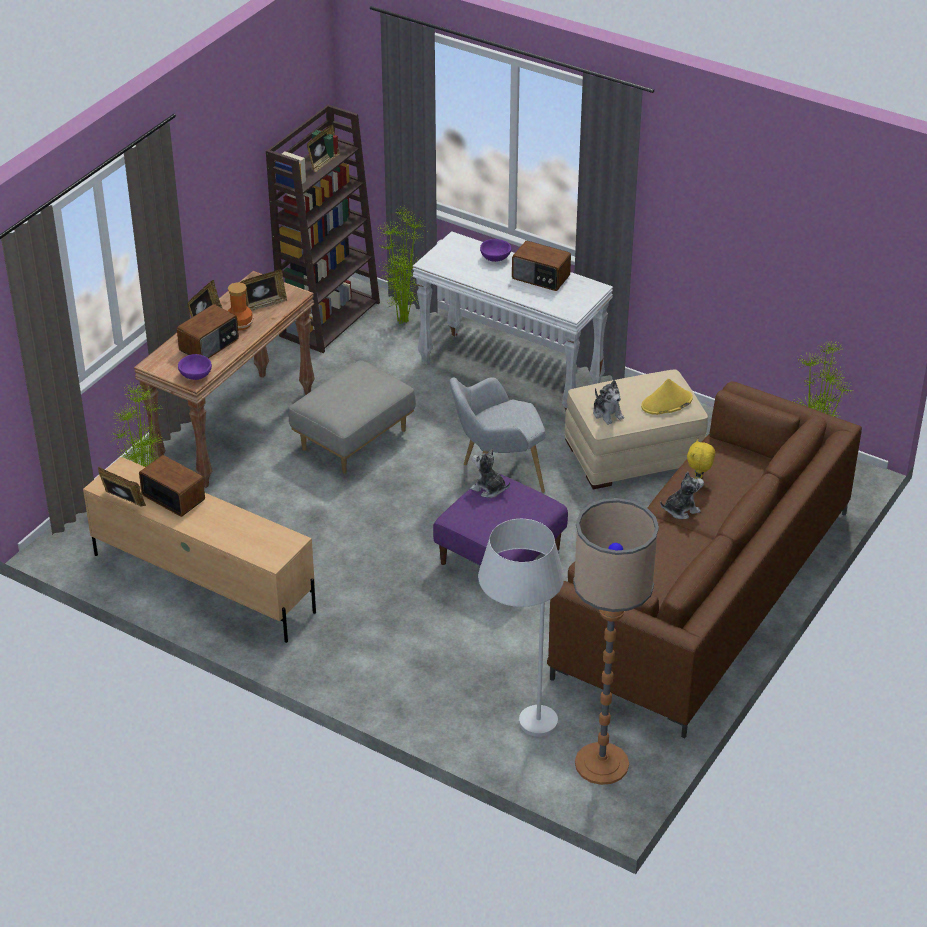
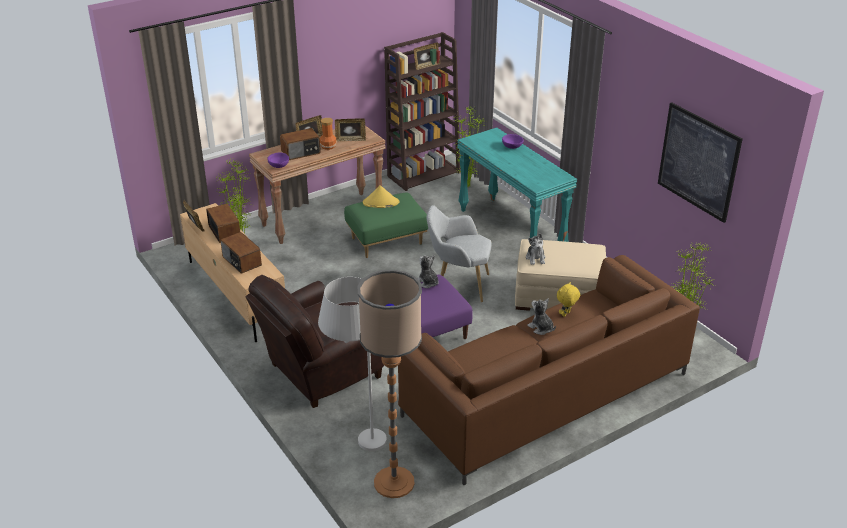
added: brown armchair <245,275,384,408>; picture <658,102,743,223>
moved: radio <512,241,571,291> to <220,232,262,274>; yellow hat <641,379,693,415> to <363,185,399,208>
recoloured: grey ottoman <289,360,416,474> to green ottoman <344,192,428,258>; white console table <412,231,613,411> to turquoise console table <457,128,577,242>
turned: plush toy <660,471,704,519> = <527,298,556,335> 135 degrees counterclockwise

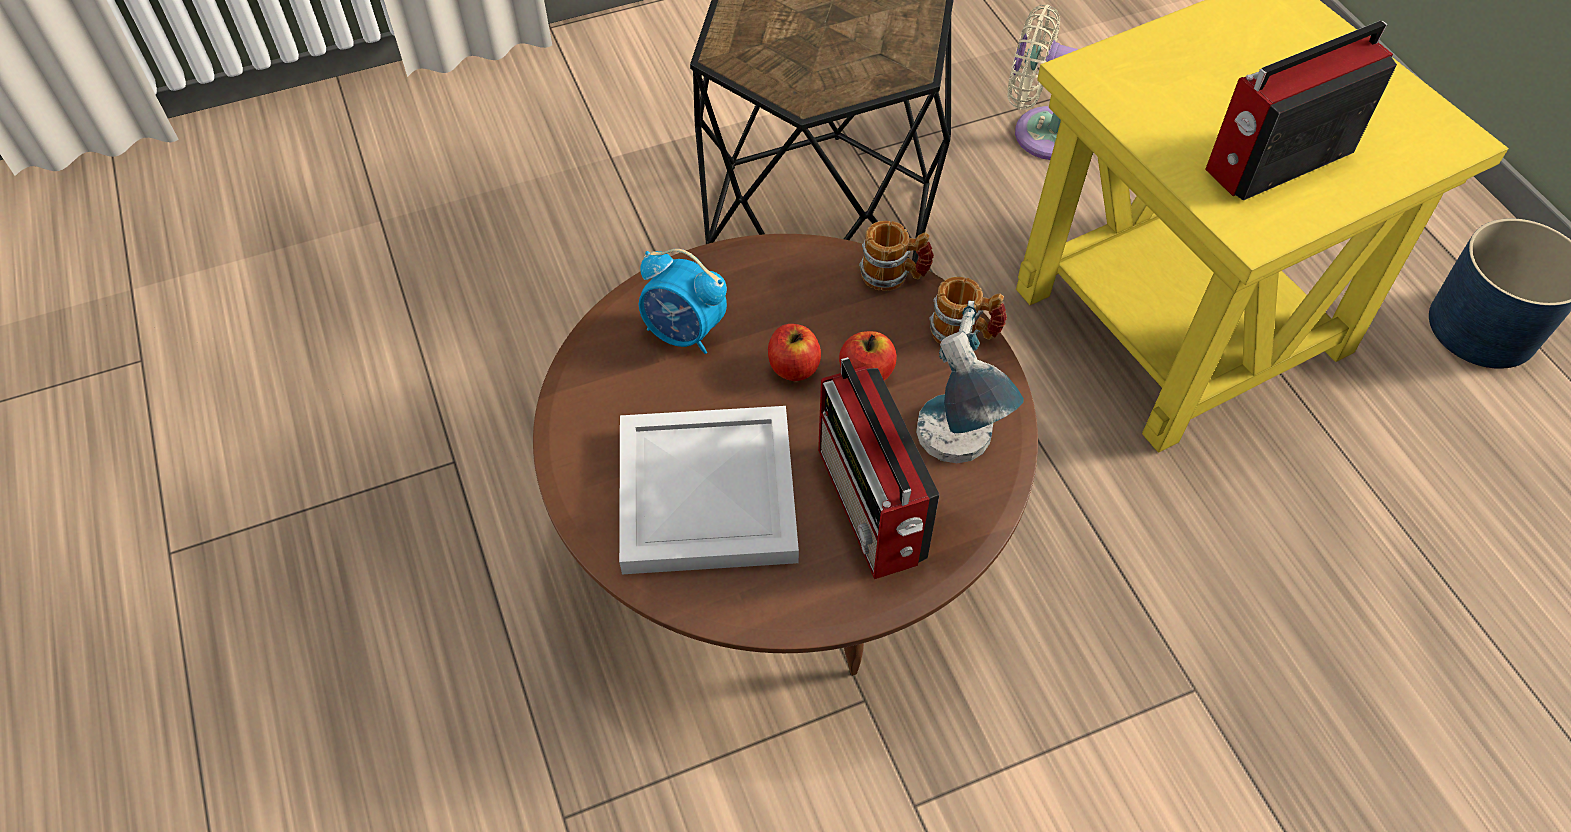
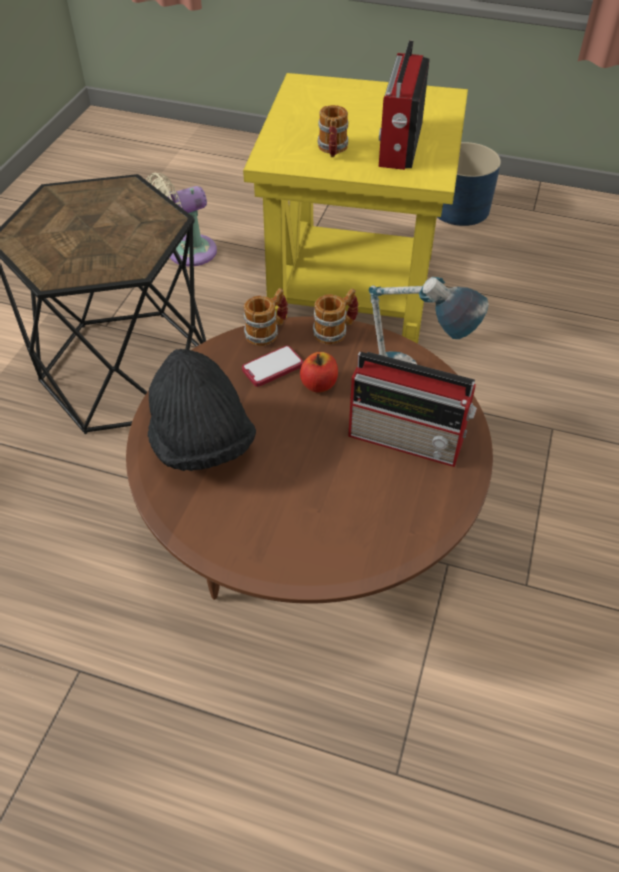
removed: white tray <619,406,799,574>; apple <768,324,821,381>
added: phone <242,346,303,387>; mug <318,105,348,157>
replaced: alarm clock <639,249,727,354> to black hat <148,349,256,471>

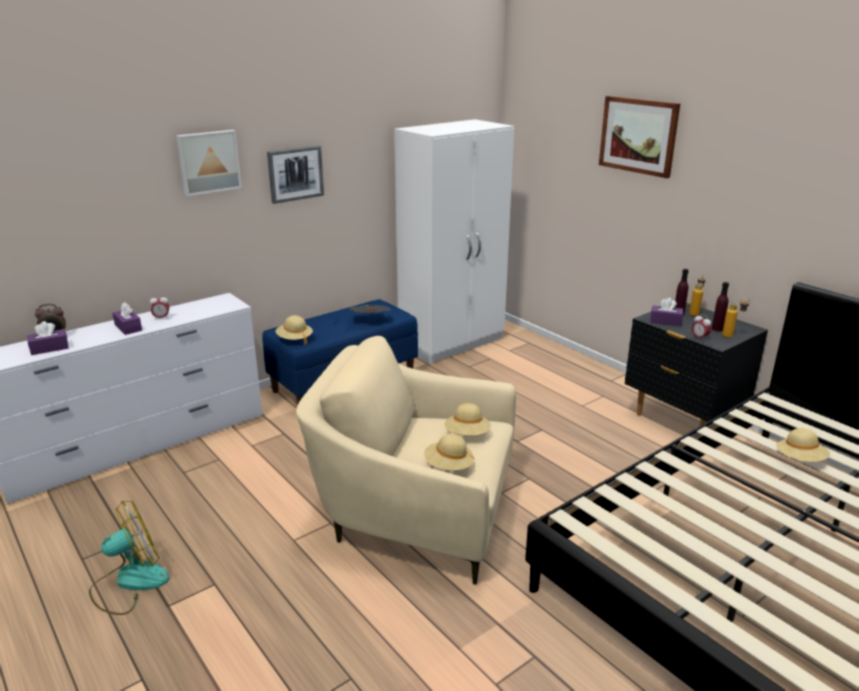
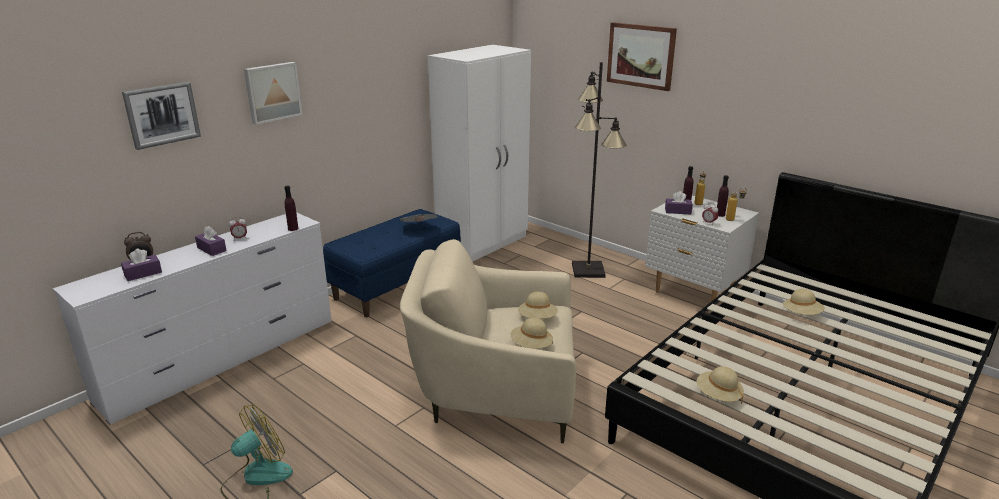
added: purple bottle <284,186,298,231>; black floor lamp <572,62,627,278>
moved: picture <267,145,324,204> to <122,82,201,150>; beige hat <275,315,313,345> to <697,366,744,404>
recoloured: black nightstand <625,303,768,426> to white nightstand <645,196,759,301>

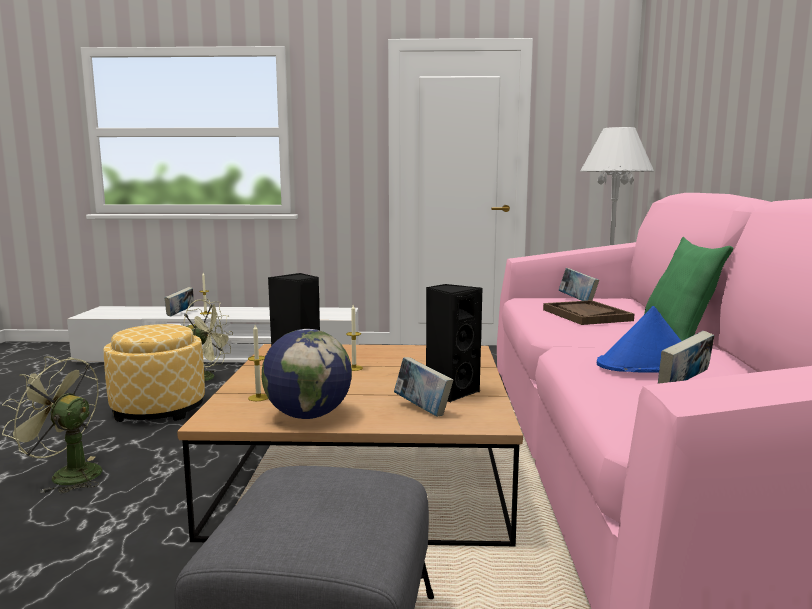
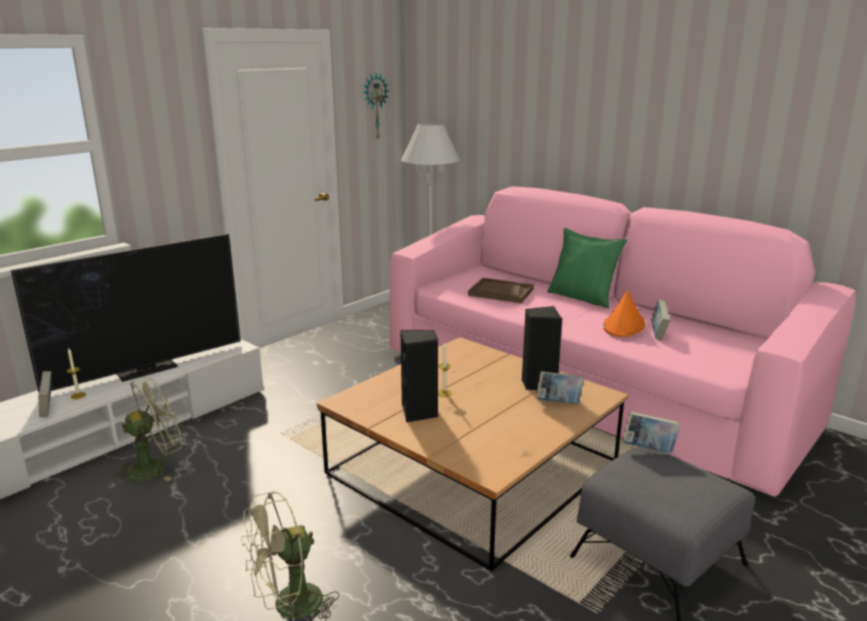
removed: ottoman <103,324,205,422>; candle <248,325,268,401>; globe <262,329,352,419>
added: television <11,234,241,393>; wall clock <363,73,389,139>
moved: book <559,268,599,301> to <623,411,680,453>
recoloured: blue hat <597,306,681,373> to orange hat <603,290,645,337>

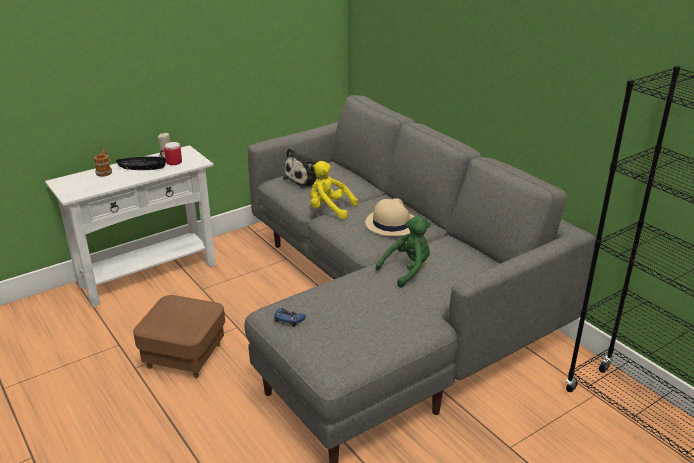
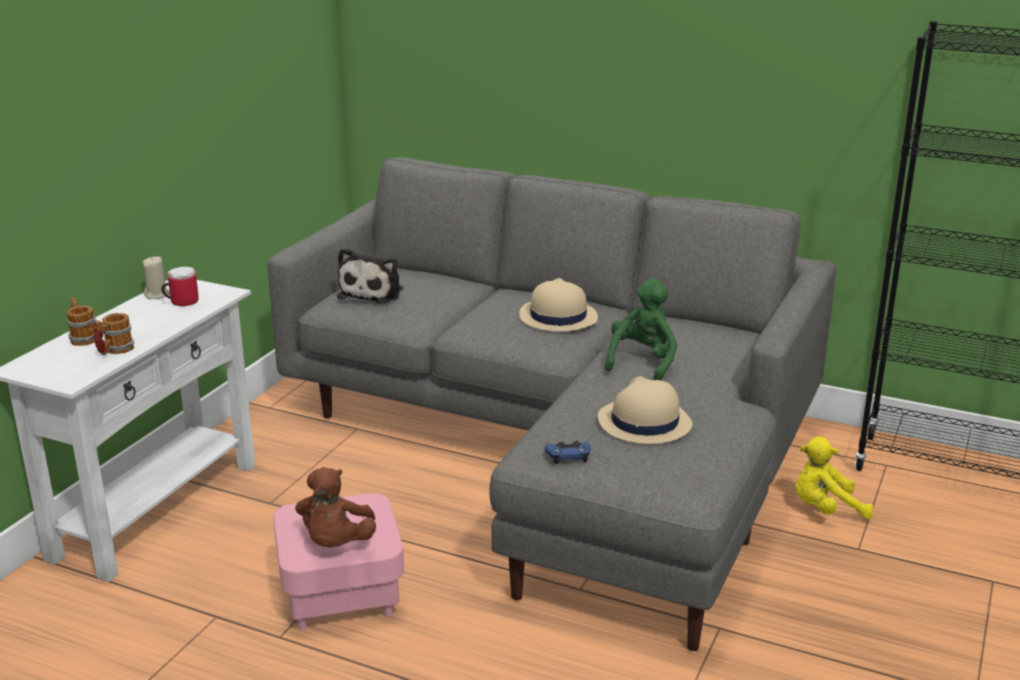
removed: black bowl <116,157,166,170>
added: mug <94,313,134,355>; brown plush toy <295,467,376,547>; beige hat <598,376,692,444>
moved: yellow plush toy <311,161,358,219> to <795,436,873,519>
recoloured: brown ottoman <133,295,225,378> to pink ottoman <273,493,404,630>

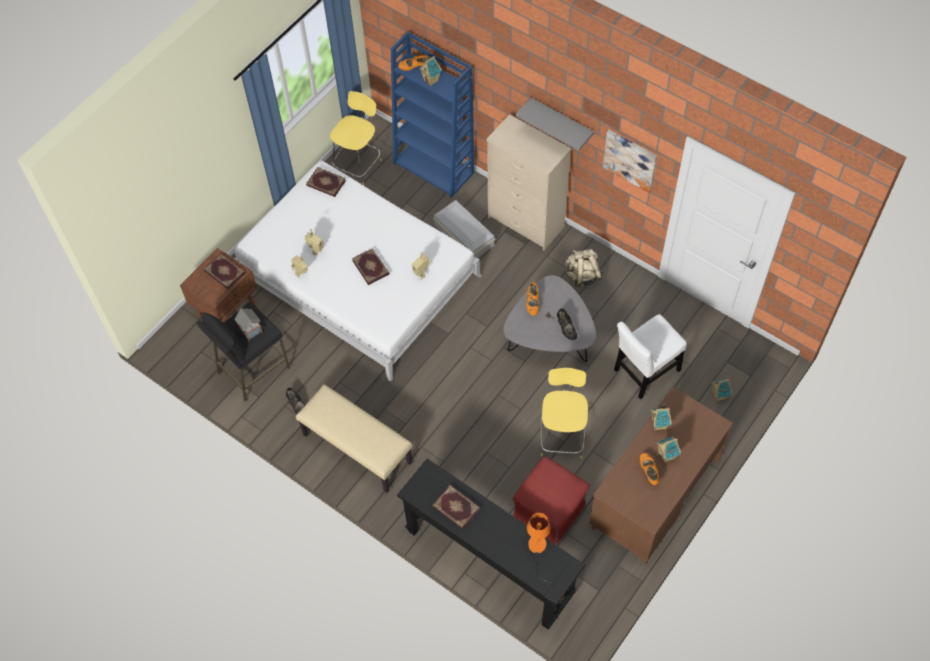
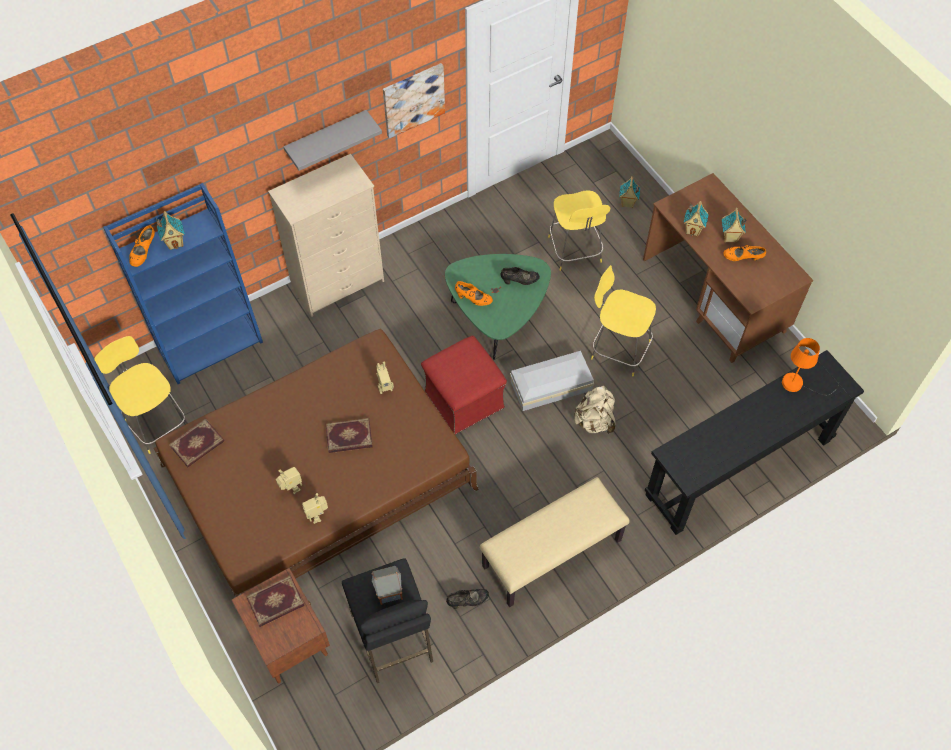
removed: book <432,485,480,529>
moved: white storage box <433,200,495,258> to <510,351,594,411>; red ottoman <513,456,590,545> to <421,335,507,434>; beige backpack <565,249,603,287> to <574,386,615,434>
replaced: white chair <614,314,687,399> to yellow stool <548,190,610,271>
recoloured: white bed <233,161,482,382> to brown bed <154,329,479,599>; grey coffee table <503,275,596,362> to green coffee table <445,254,551,360>

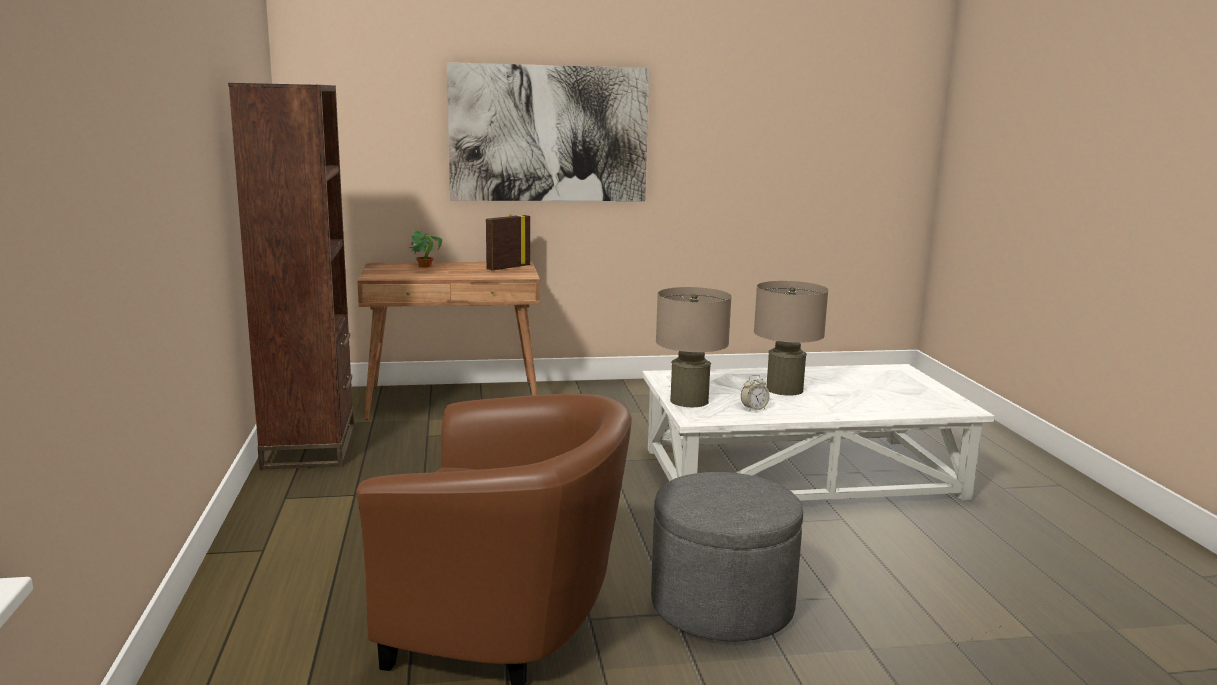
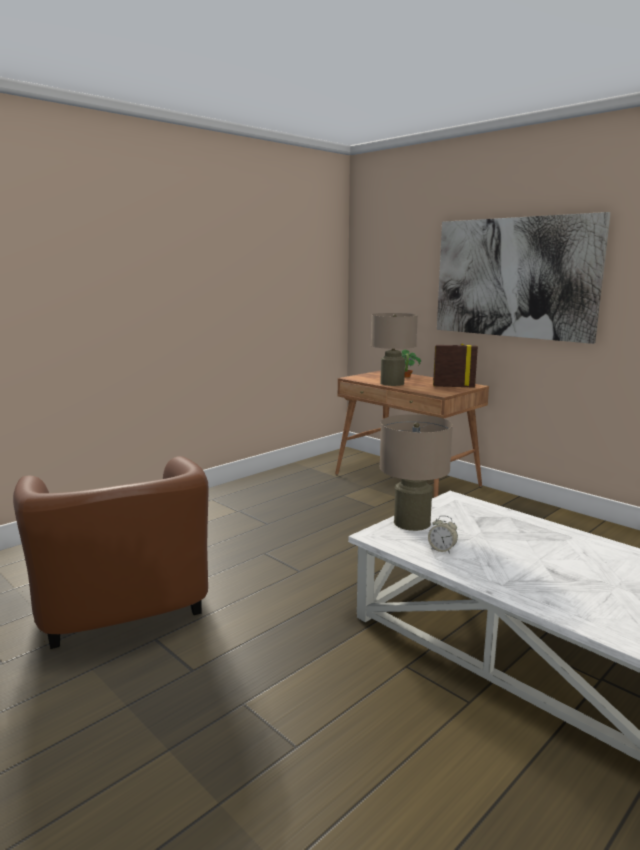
removed: brown bookcase <228,83,354,470>; grey ottoman <651,472,803,641>
moved: beige table lamp <754,281,828,396> to <371,313,418,386>

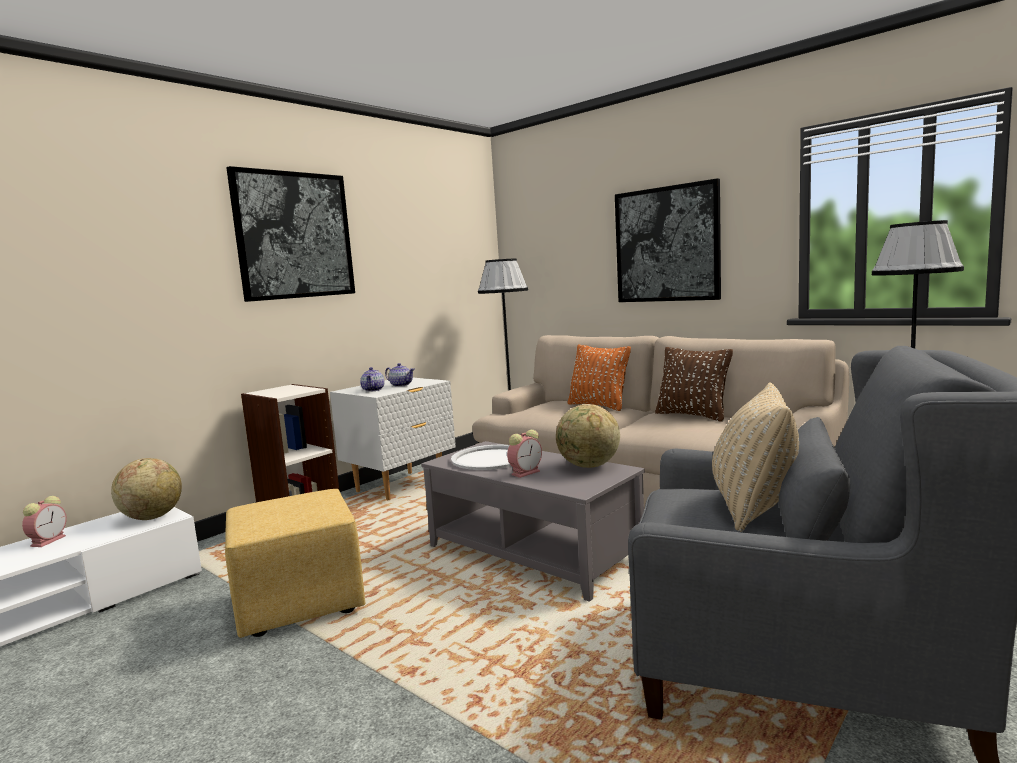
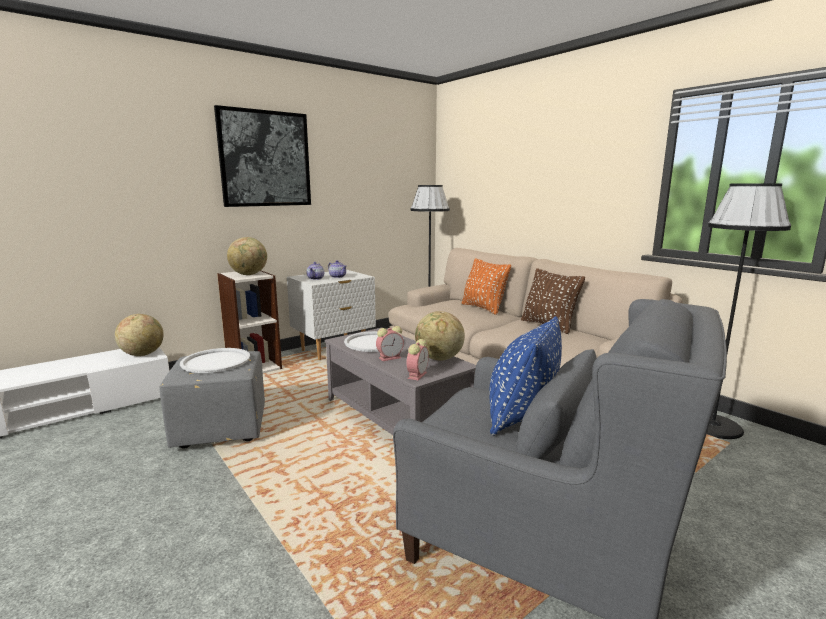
removed: picture <615,178,721,302>
added: white tray <180,348,250,373>; globe <227,237,267,275>
moved: alarm clock <22,496,67,547> to <407,339,429,380>
recoloured: yellow ottoman <225,489,365,638> to grey ottoman <159,351,265,449>; beige pillow <712,383,799,532> to blue pillow <489,316,562,436>

